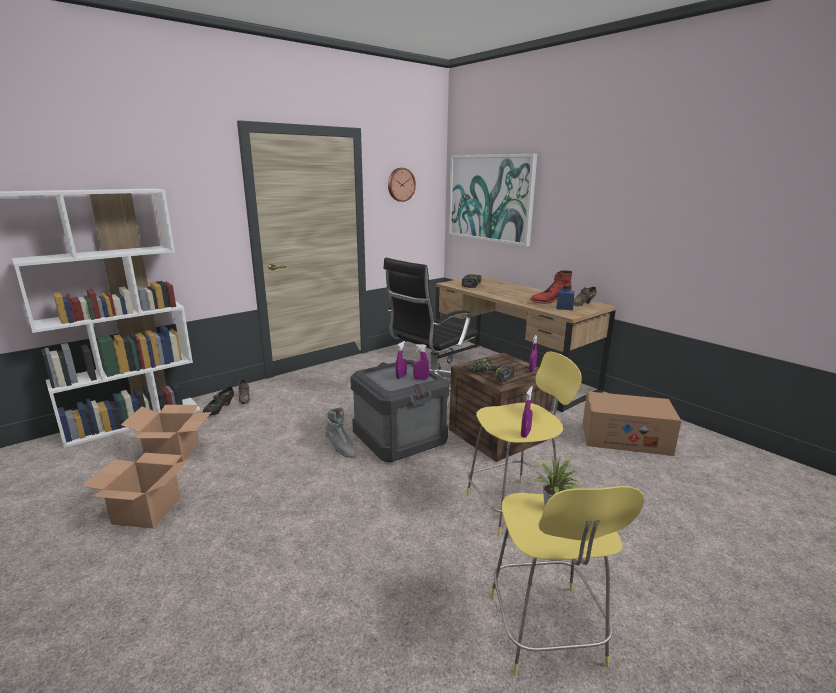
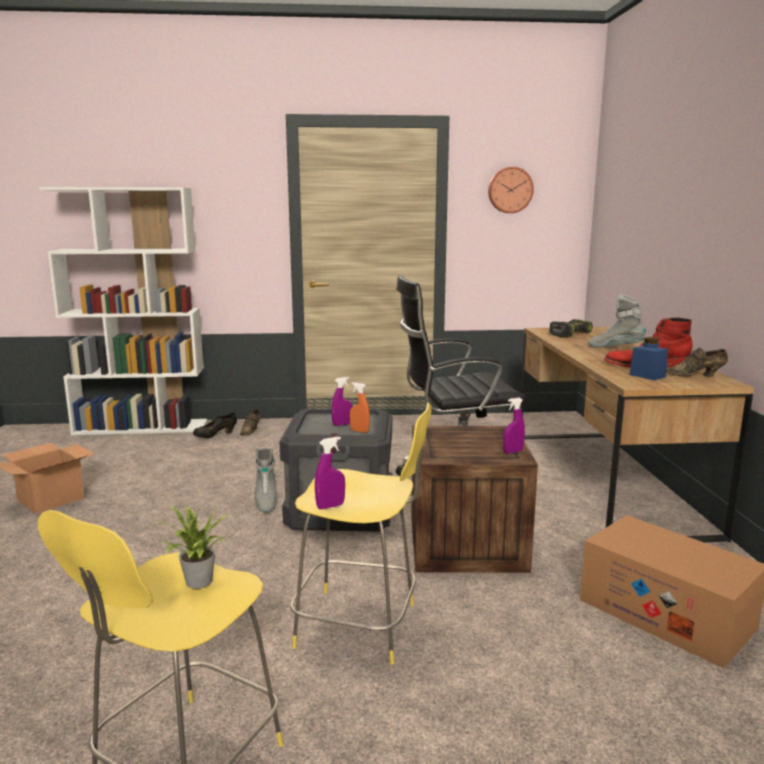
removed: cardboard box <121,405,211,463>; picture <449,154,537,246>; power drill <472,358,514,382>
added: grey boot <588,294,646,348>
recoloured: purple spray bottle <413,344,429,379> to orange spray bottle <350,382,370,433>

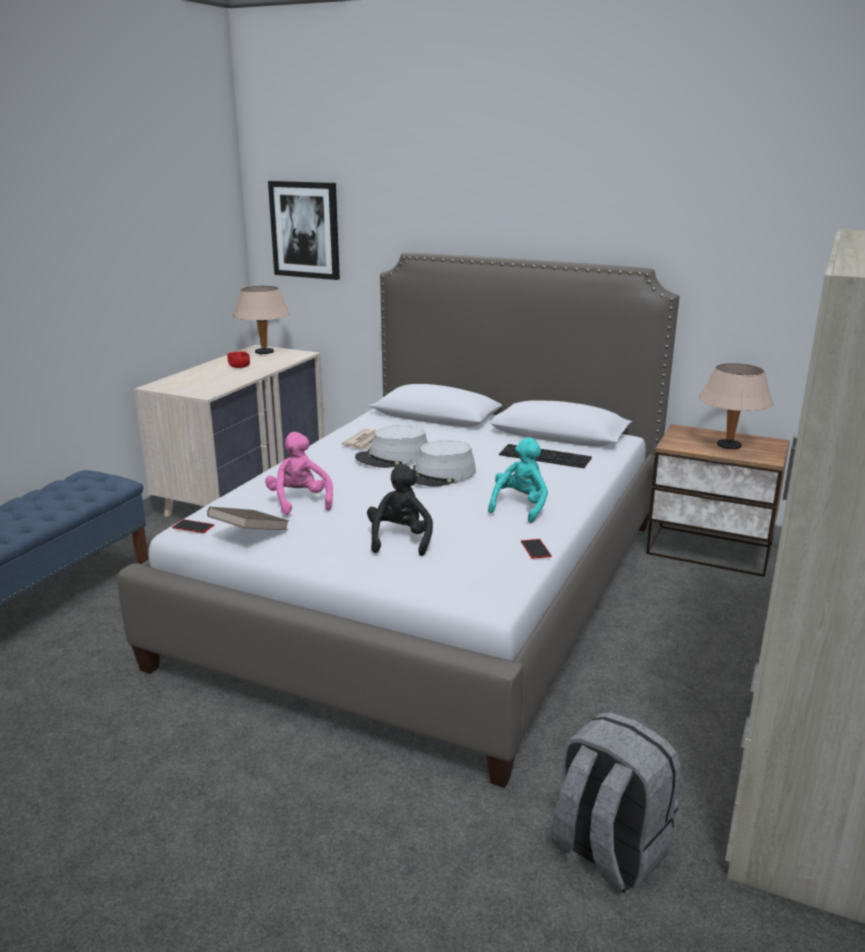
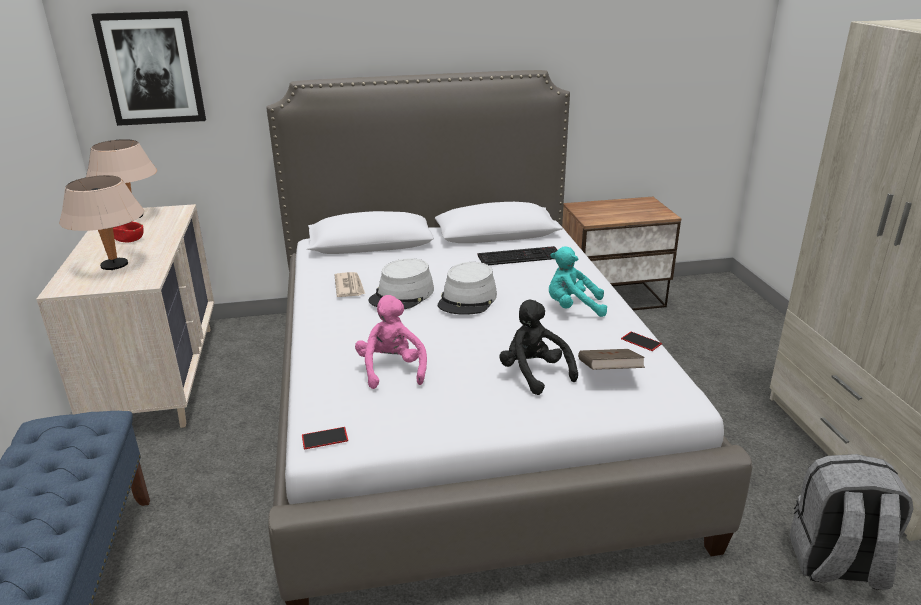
moved: brown book <207,507,289,530> to <578,349,645,370>; beige table lamp <699,363,773,449> to <59,175,144,270>
turned: pink plush toy <265,432,333,515> = <355,295,427,389> 45 degrees clockwise; turquoise plush toy <488,437,548,523> = <549,247,607,317> 75 degrees counterclockwise

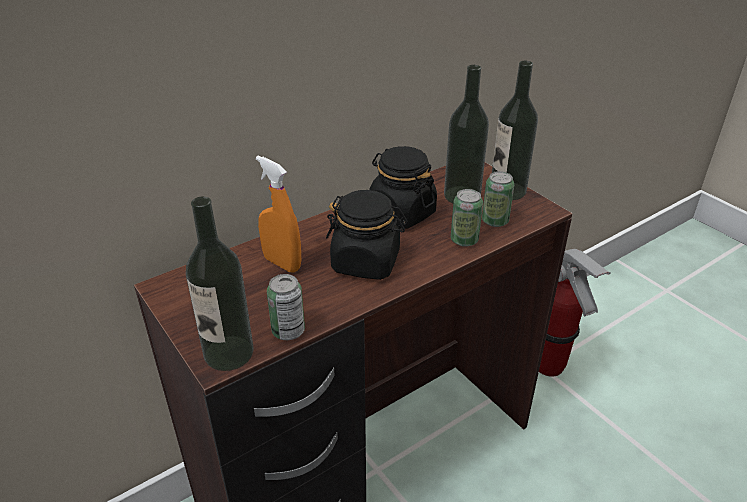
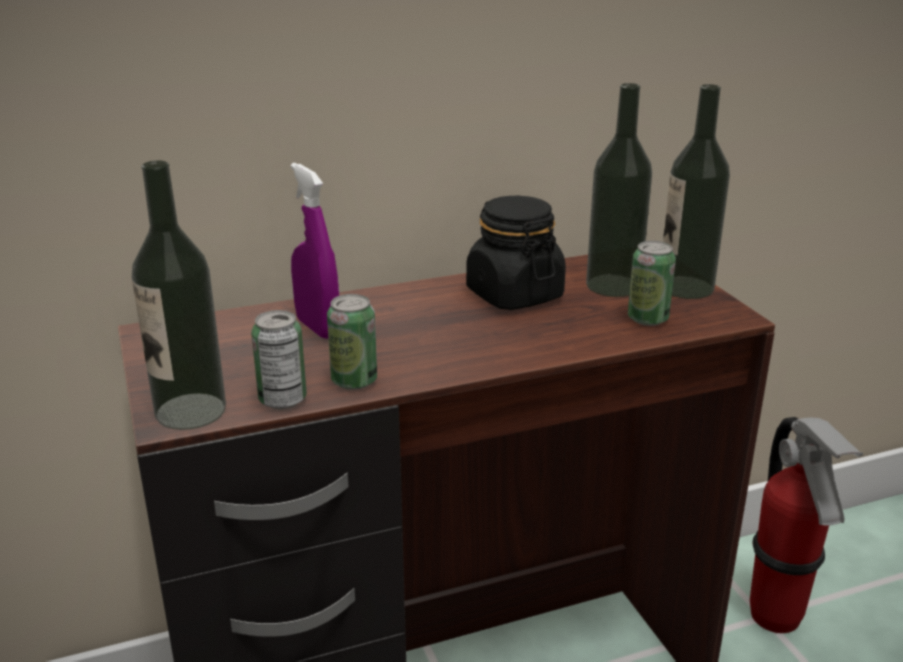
removed: black jar <326,190,408,280>
moved: can <451,189,483,247> to <327,294,377,390>
recoloured: orange spray bottle <256,156,301,273> to purple spray bottle <291,163,339,339>

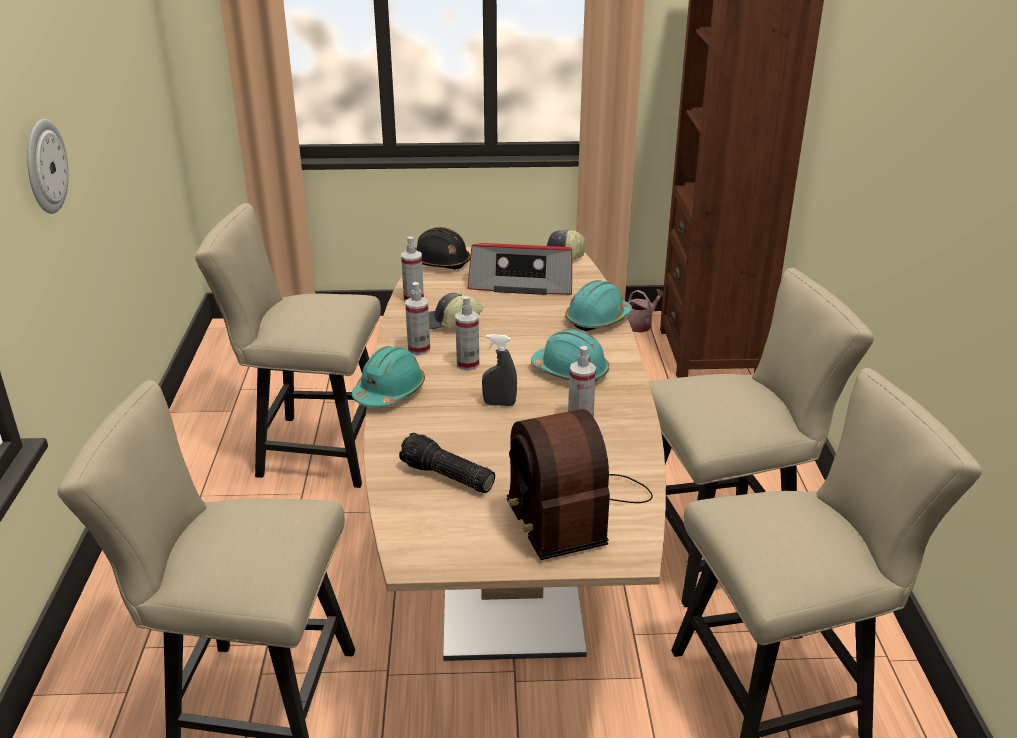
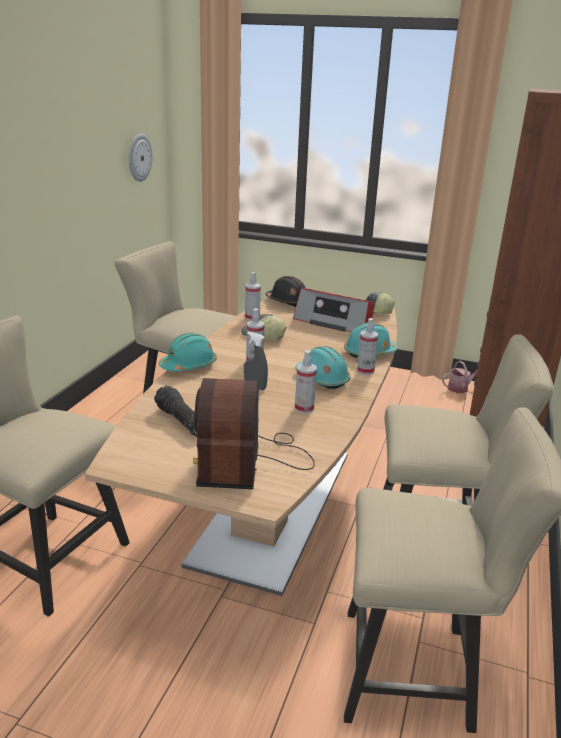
moved: wall clock <27,119,69,214> to <129,134,153,182>; spray bottle <405,282,430,355> to <357,318,378,375>

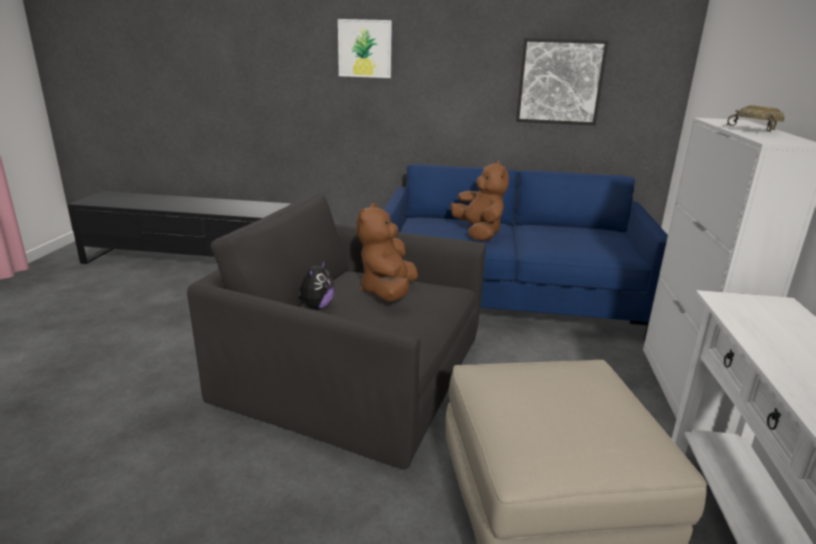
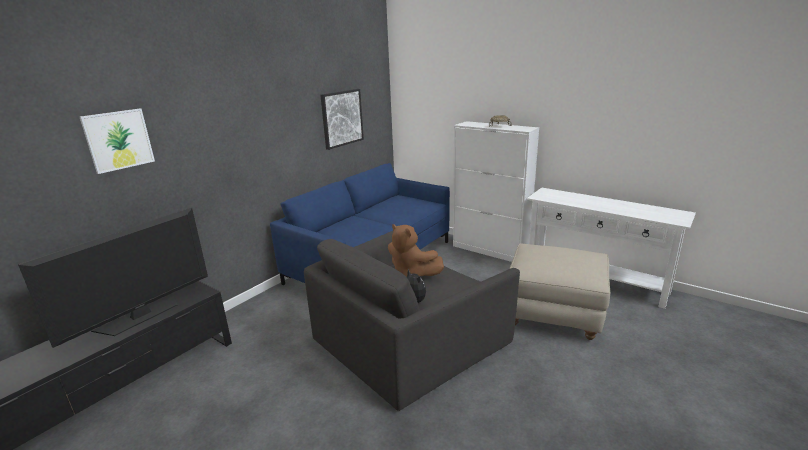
removed: brown plush toy <451,161,509,241>
added: television <18,208,208,348>
moved: picture <338,19,392,78> to <80,108,155,174>

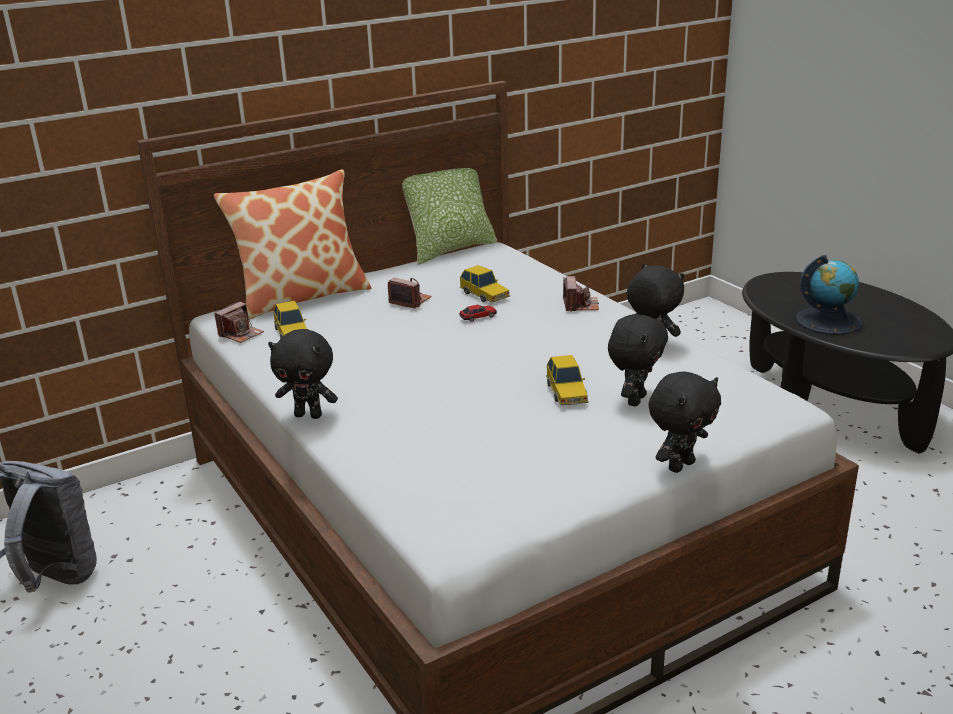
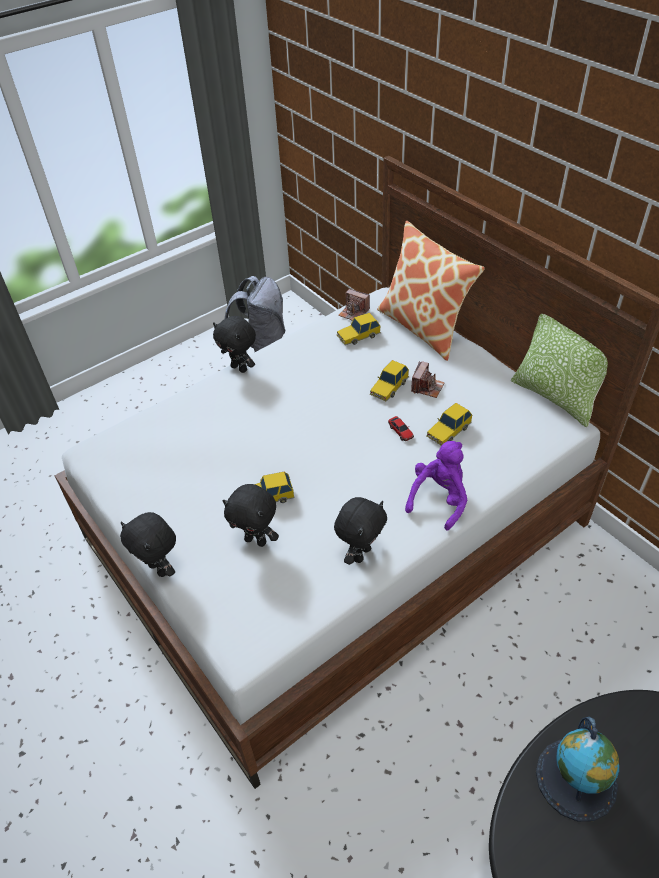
added: toy car <370,360,409,402>
replaced: photo camera <563,276,599,312> to purple plush toy <405,441,467,530>
turned: black plush toy <268,329,338,419> = <213,316,256,373> 60 degrees counterclockwise

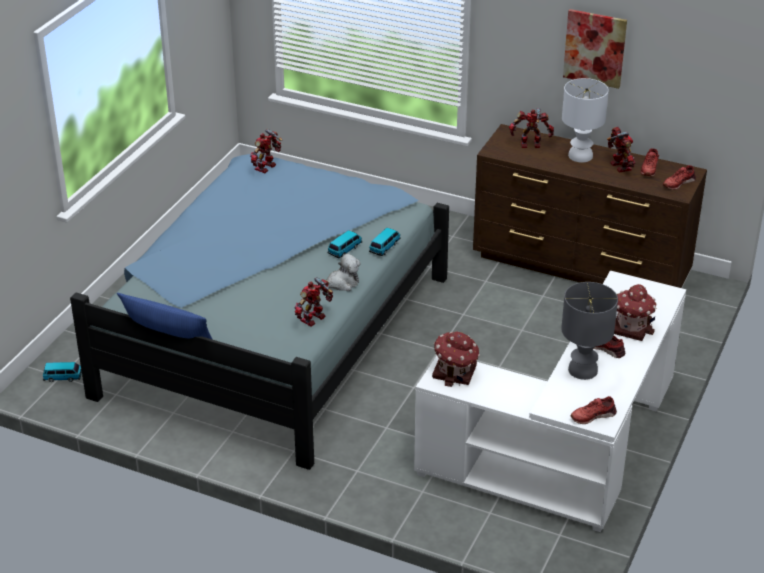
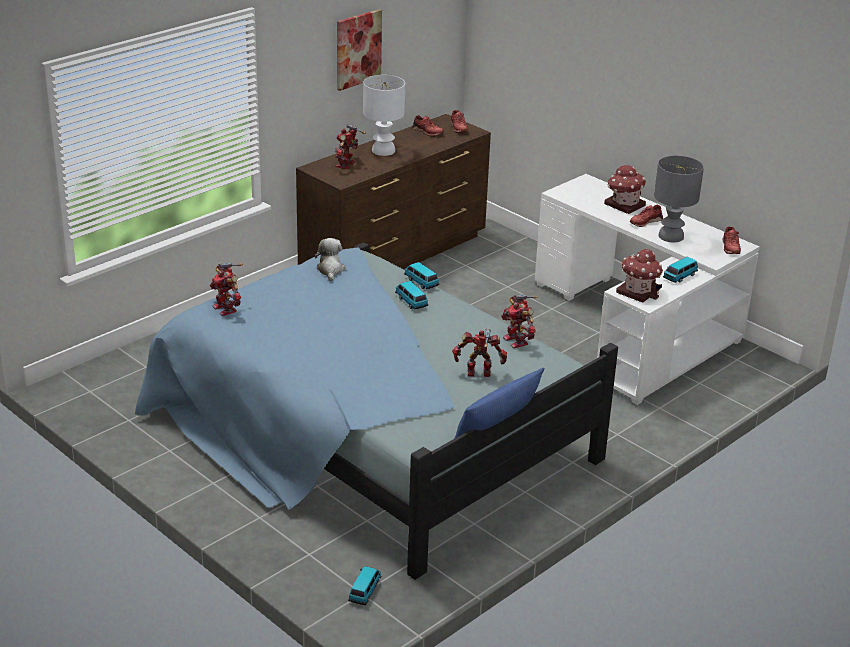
added: toy car <663,257,698,283>
moved: plush toy <317,253,361,291> to <314,238,345,281>; toy robot <607,127,636,172> to <452,329,507,377>

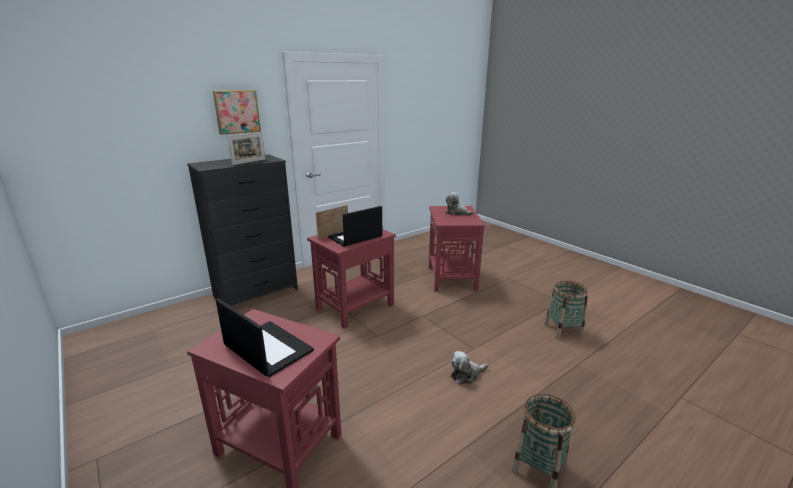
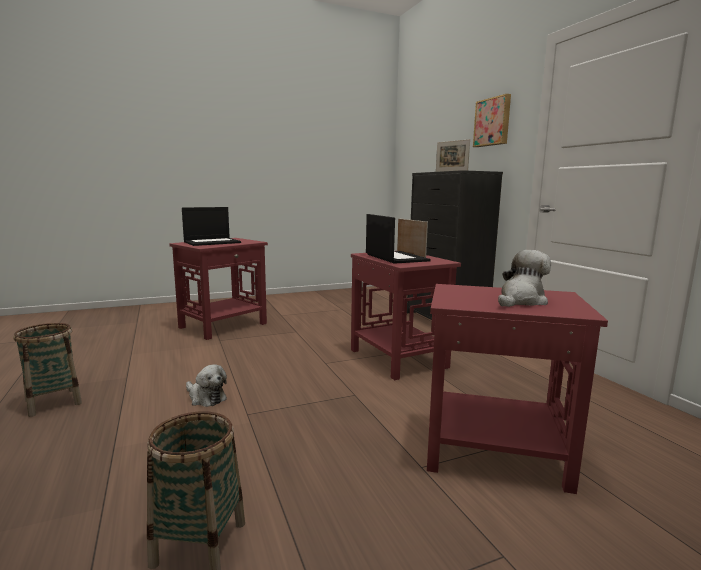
turned: plush toy <451,351,488,384> = <186,364,227,407> 135 degrees clockwise

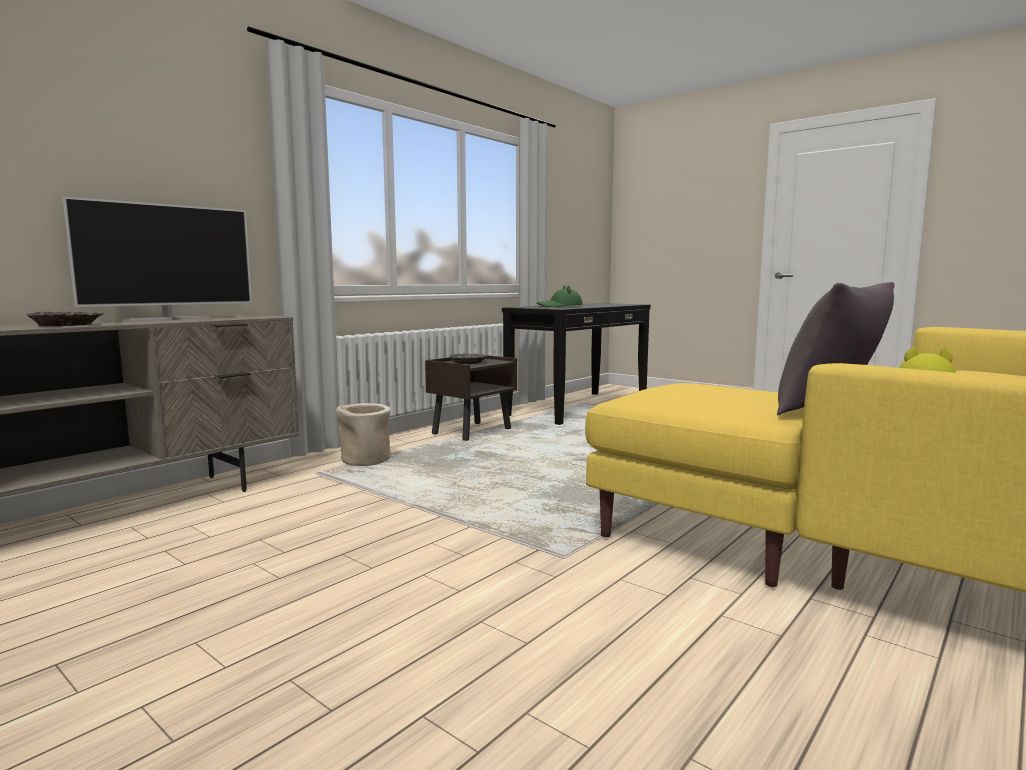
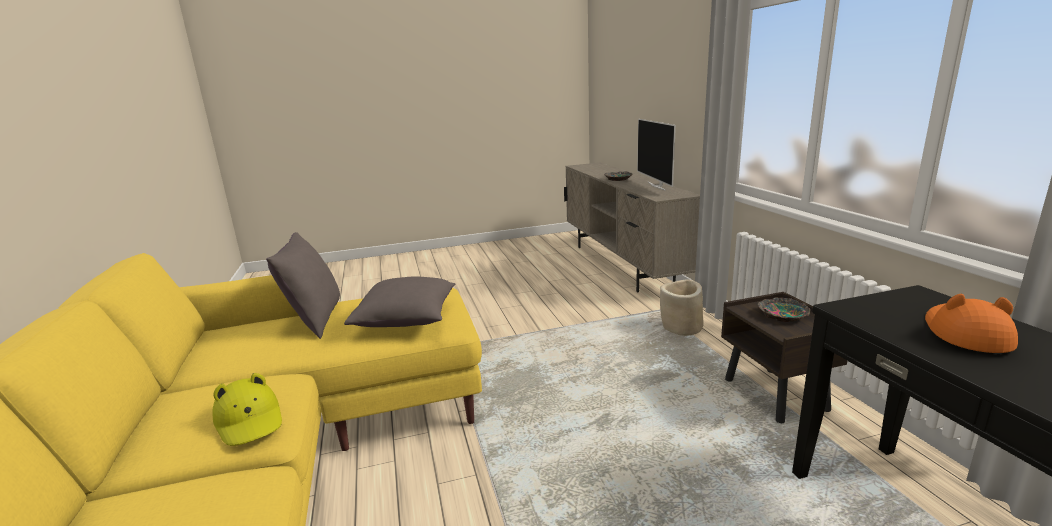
added: grey pillow <344,277,456,327>
recoloured: green hat <537,285,583,307> to orange hat <925,294,1018,353>

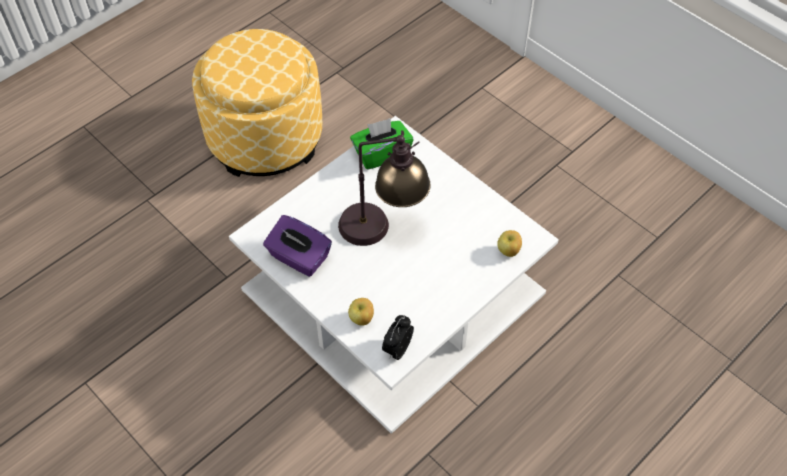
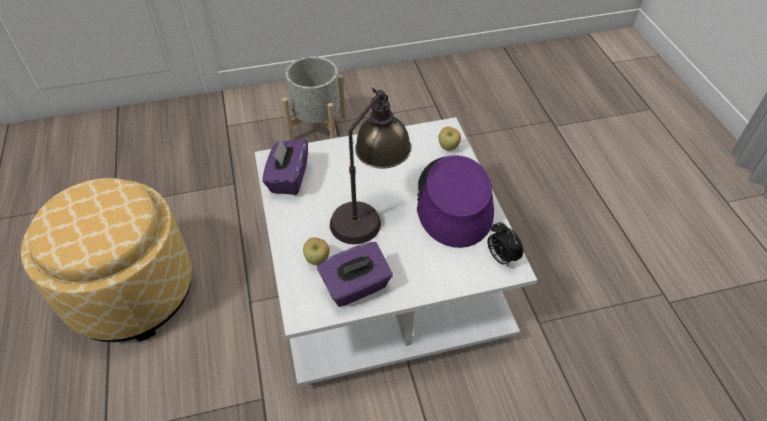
added: grey planter <282,57,346,141>; purple hat <417,155,494,248>
moved: apple <348,298,374,325> to <303,237,330,265>
recoloured: green tissue box <350,118,413,170> to purple tissue box <263,139,308,195>

